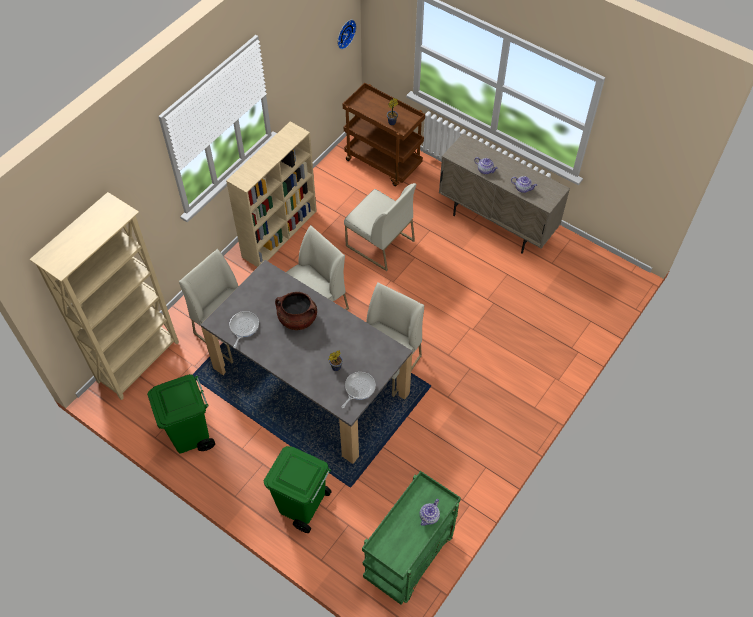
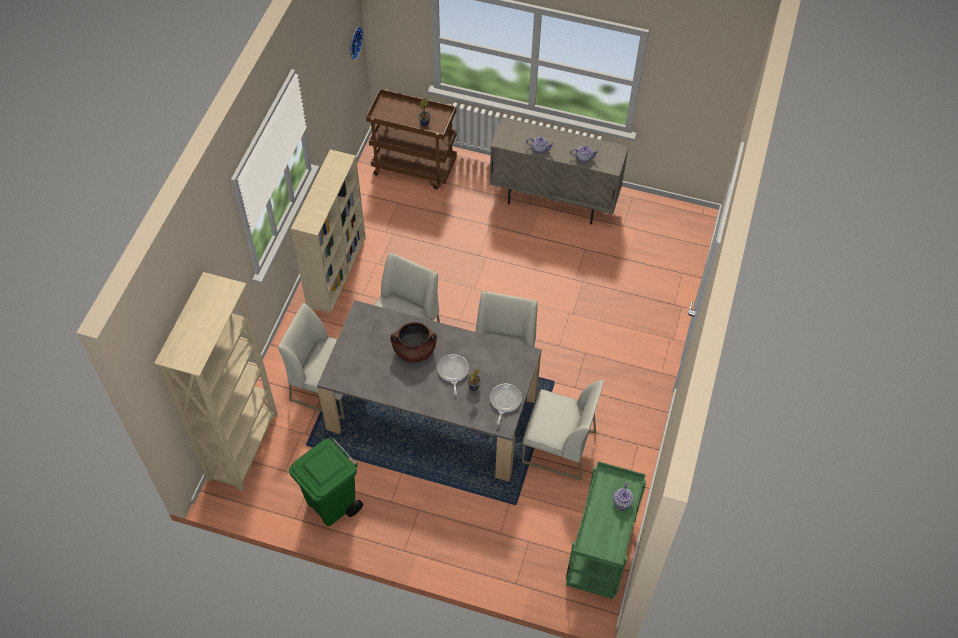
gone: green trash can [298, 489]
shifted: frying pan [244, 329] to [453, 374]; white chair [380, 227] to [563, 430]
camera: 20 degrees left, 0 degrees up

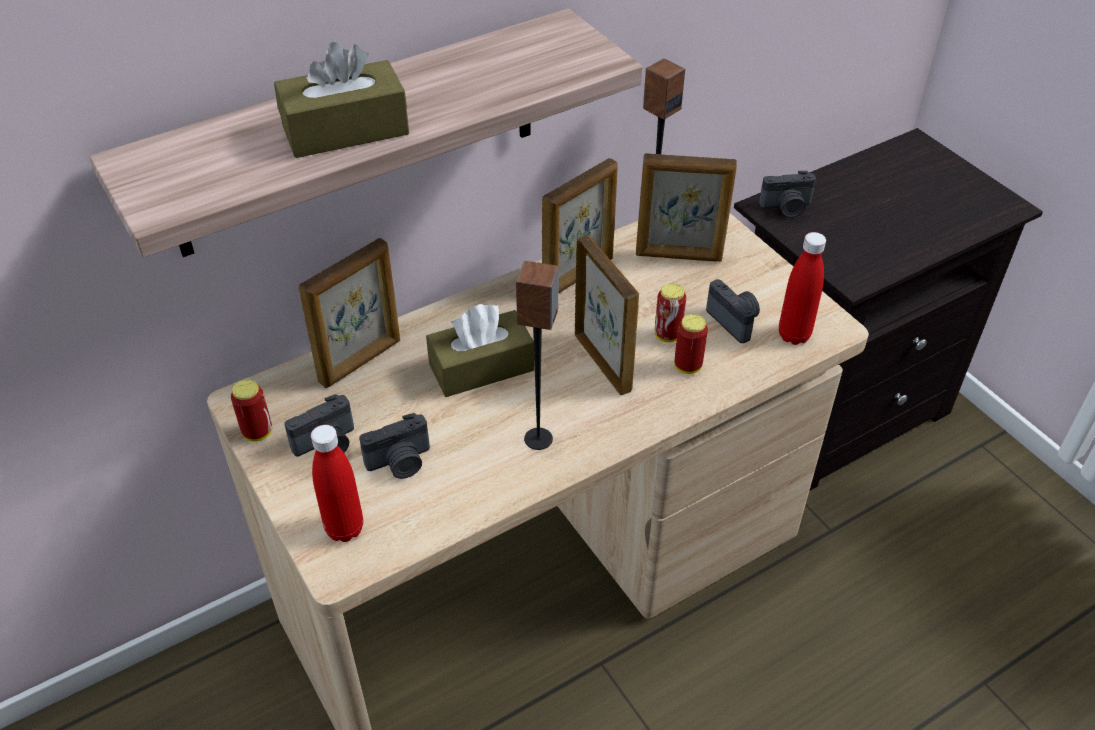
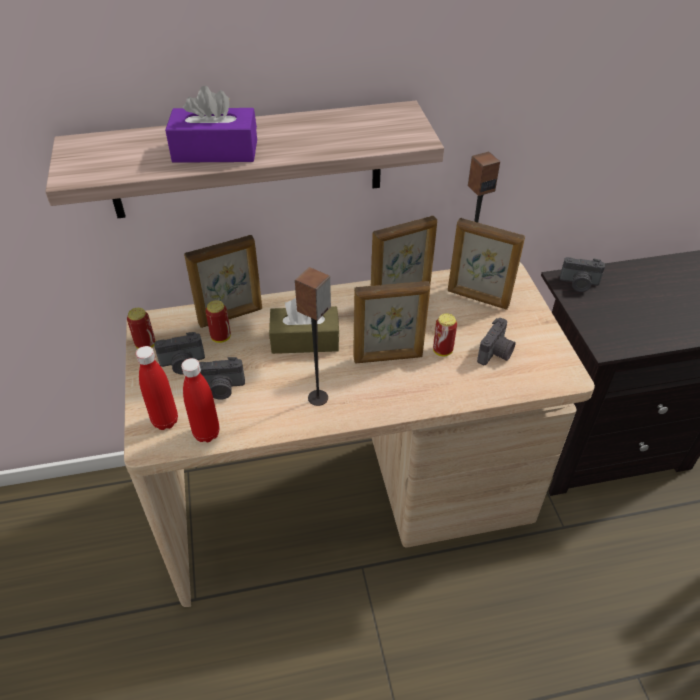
shifted: red bottle [802, 288] to [200, 400]; can [691, 344] to [218, 321]
repainted: brown tissue box [341, 100] to purple tissue box [211, 124]
rotated: picture frame [607, 315] = [391, 322] 90 degrees clockwise; photo camera [733, 311] = [496, 341] 45 degrees clockwise
camera: 20 degrees right, 0 degrees up

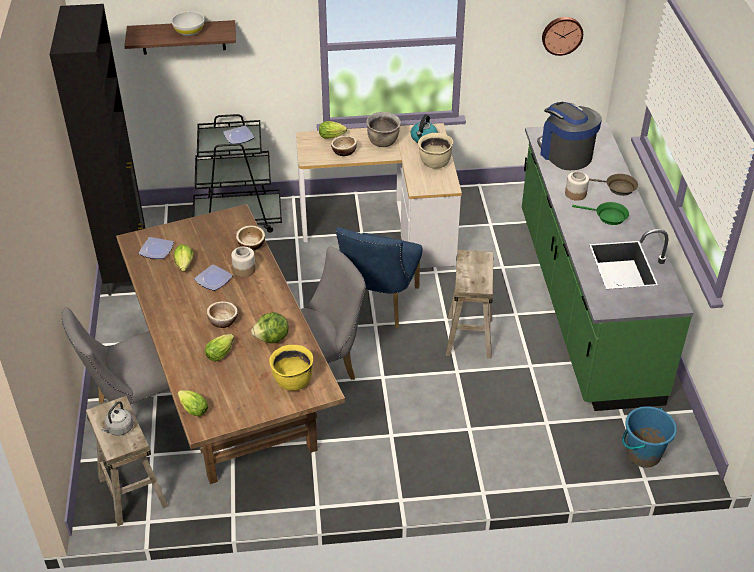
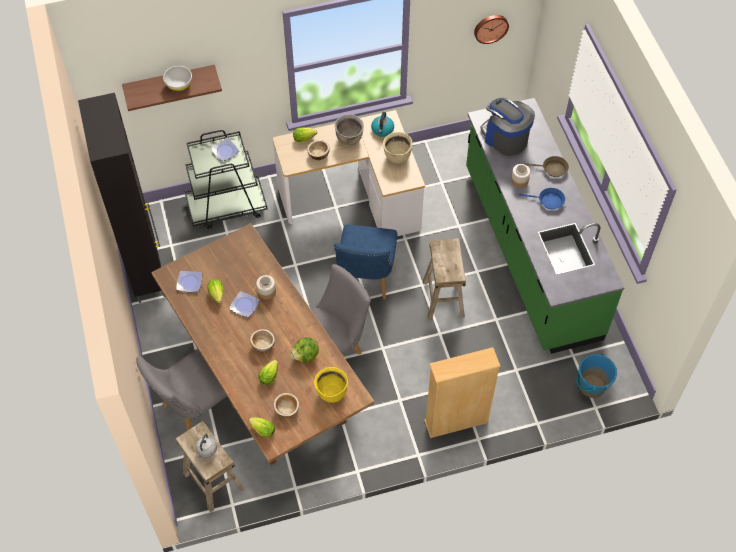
new: beige bookcase [462, 392]
shifted: bowl [250, 238] to [286, 405]
repainted: green frying pan [600, 213] to blue frying pan [542, 198]
camera: 10 degrees left, 15 degrees up

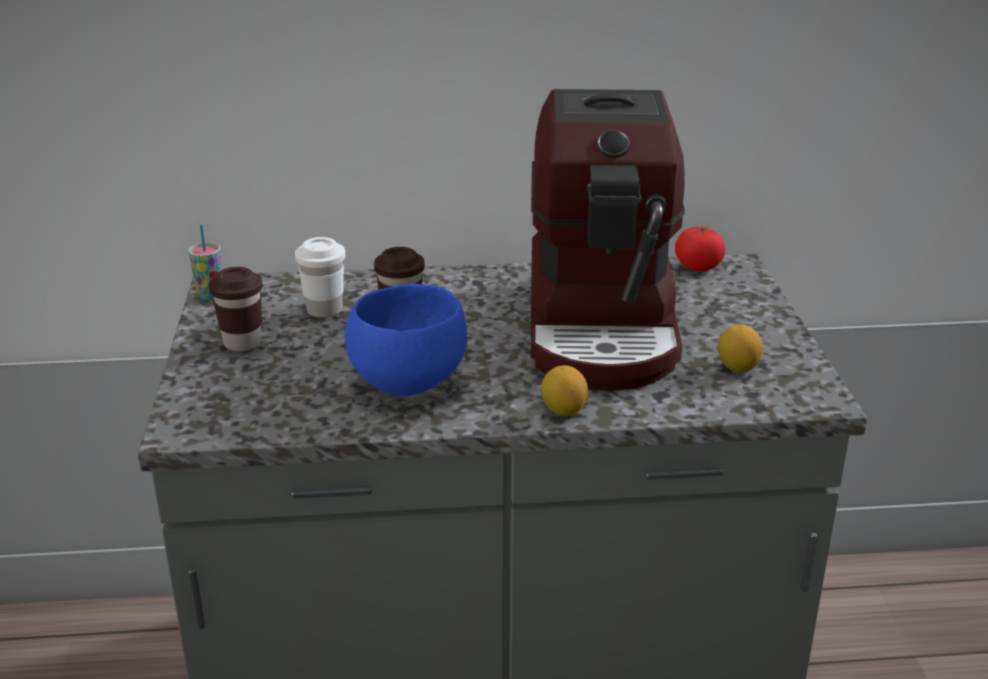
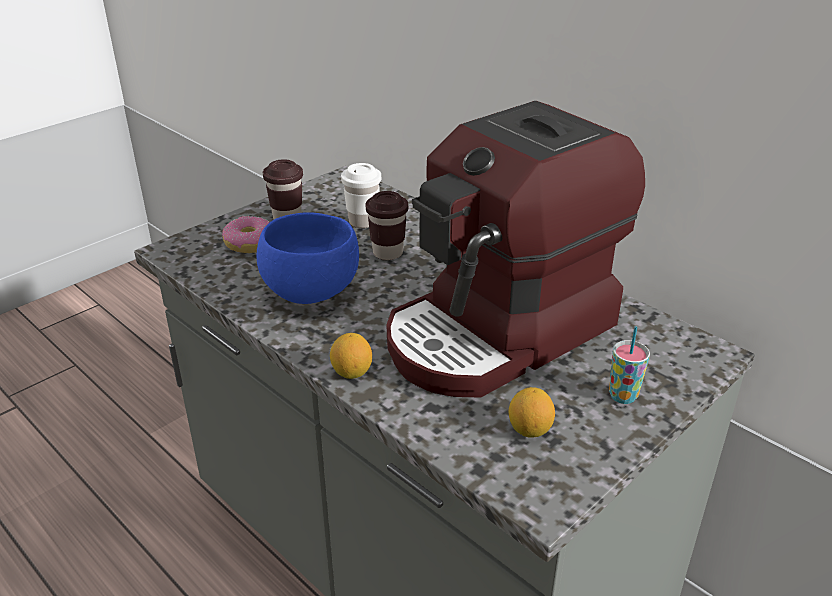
gone: tomato [700, 249]
new: donut [246, 234]
shifted: cup [205, 262] to [629, 365]
camera: 50 degrees right, 5 degrees up

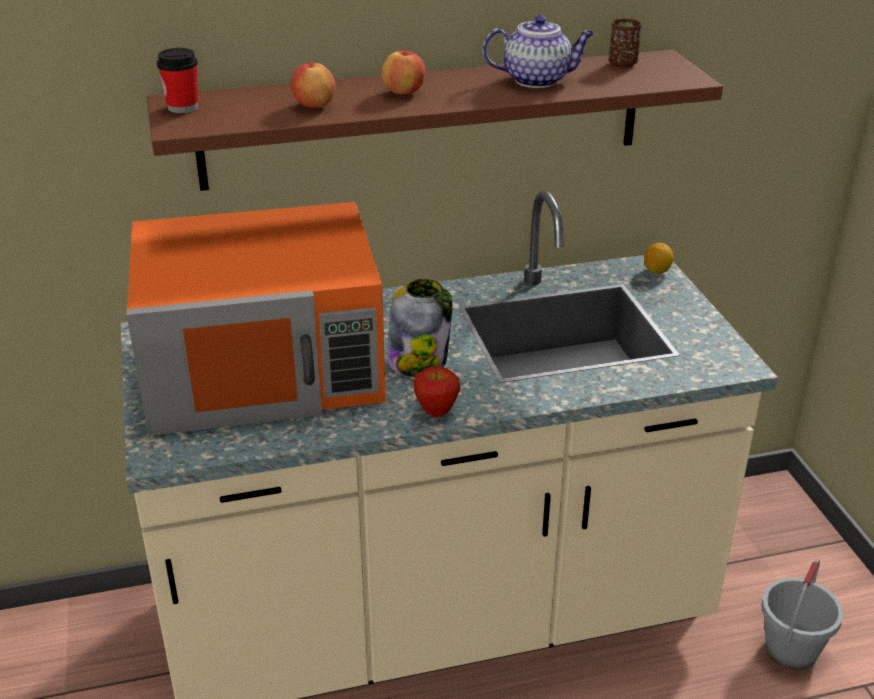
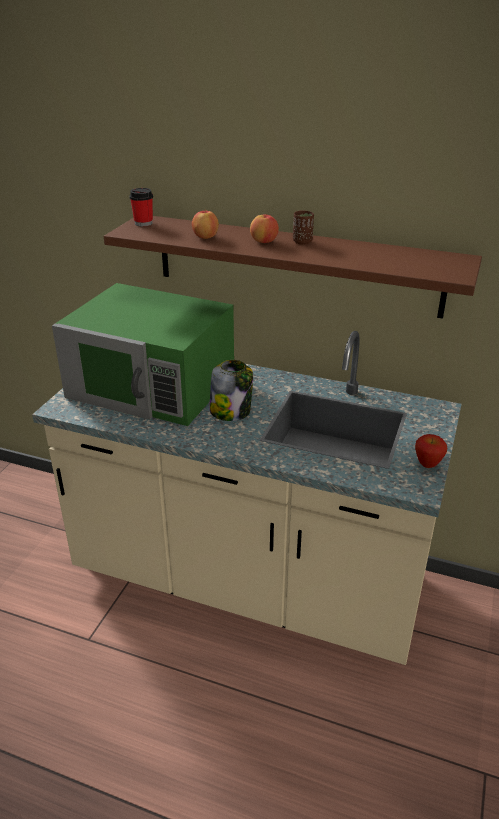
gone: teapot [539, 51]; lemon [658, 258]; grey bucket [802, 614]
shifted: brown cup [625, 42] to [303, 227]; apple [437, 391] to [431, 451]
repainted: orange microwave [256, 319] to green microwave [143, 354]
camera: 35 degrees right, 0 degrees up

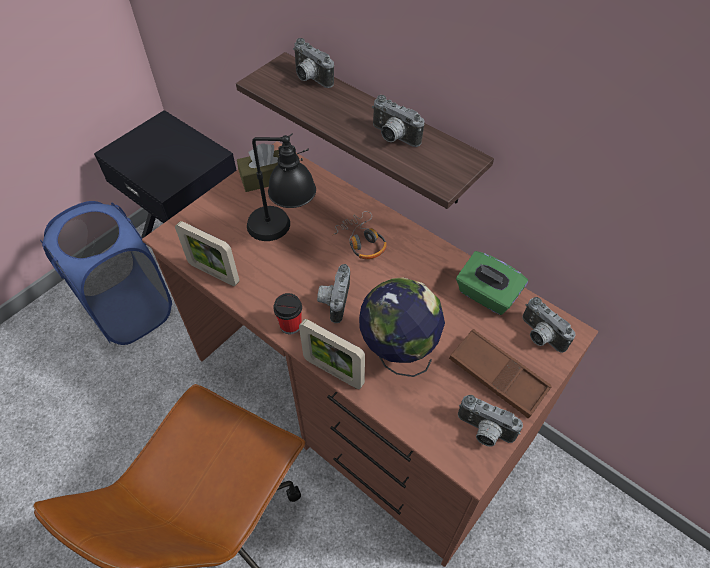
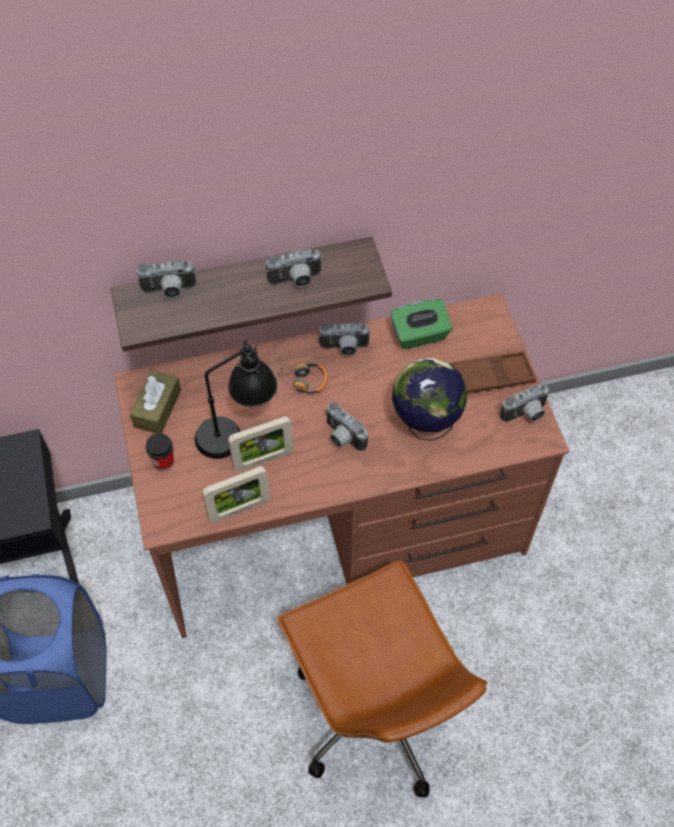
shifted: cup [287, 313] to [159, 452]; picture frame [332, 354] to [260, 444]; photo camera [549, 325] to [344, 339]
camera: 55 degrees left, 5 degrees up

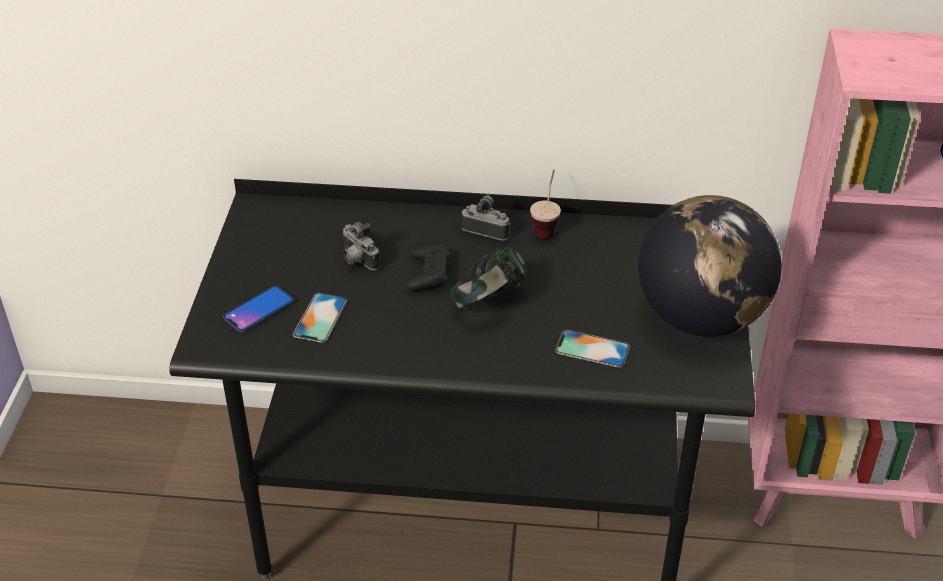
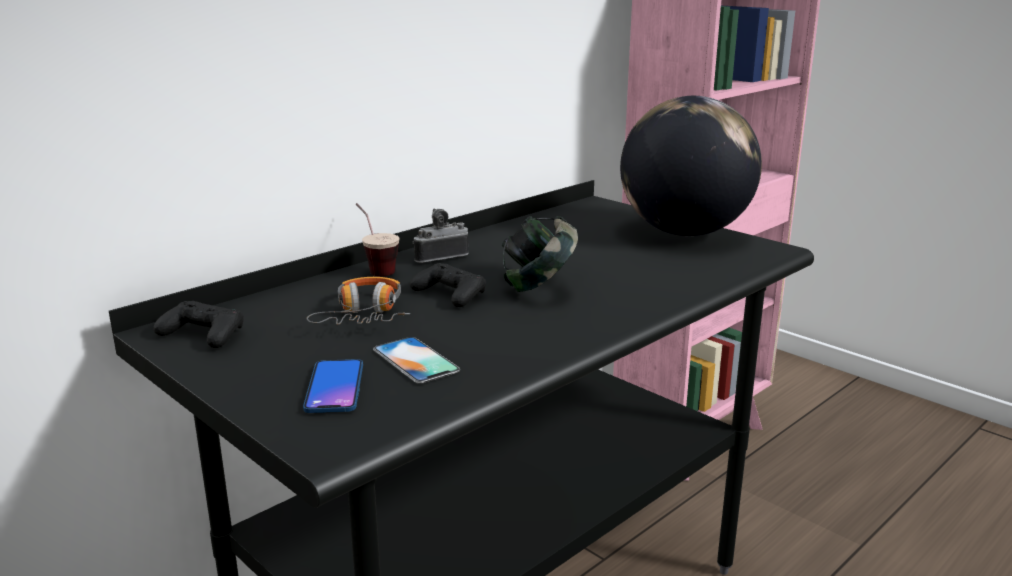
gone: phone [592, 349]
new: black game controller [198, 324]
shifted: cup [545, 204] to [377, 239]
swapped: photo camera [361, 246] to headphones [358, 301]
camera: 50 degrees left, 20 degrees down

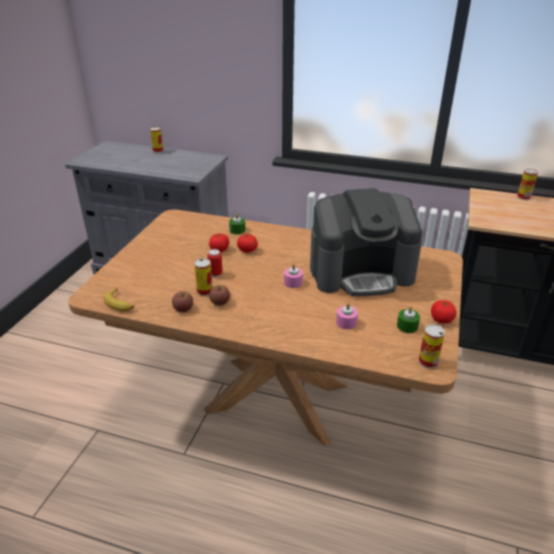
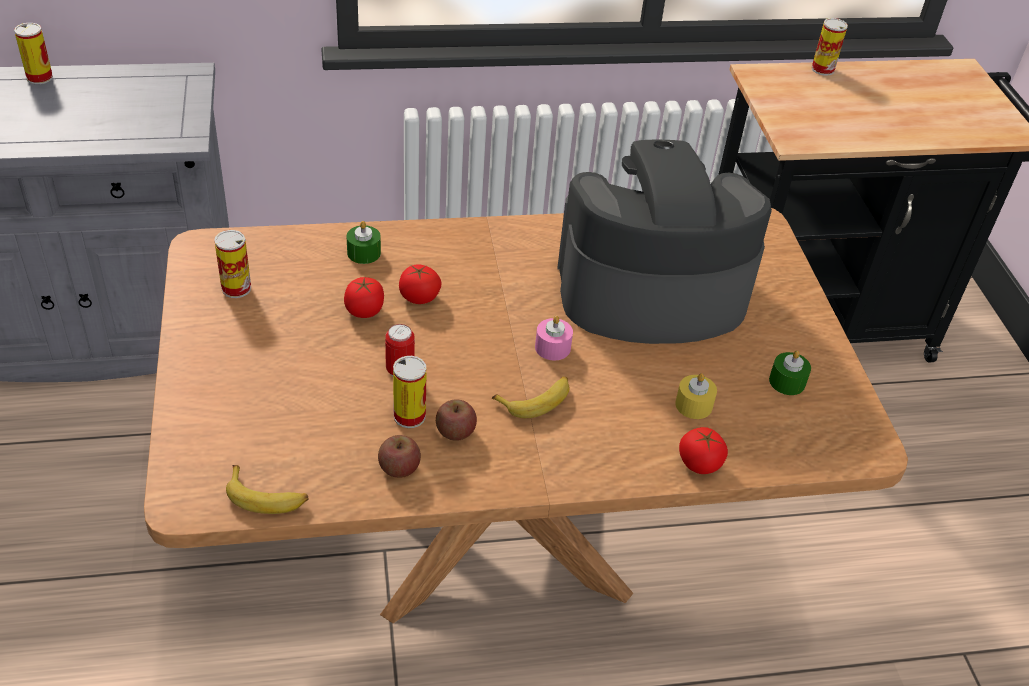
new: banana [531, 397]
shifted: can [432, 346] to [232, 264]; tomato [443, 312] to [703, 450]
repainted: pink candle [347, 316] to yellow candle [696, 396]
rotated: coffee machine [366, 242] = [664, 242] 150 degrees counterclockwise
camera: 30 degrees left, 10 degrees up

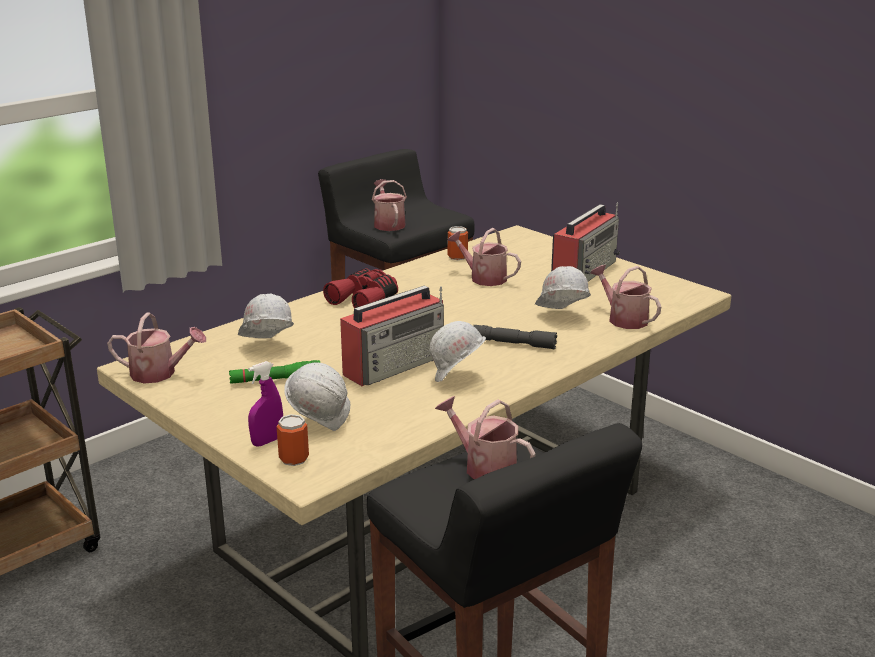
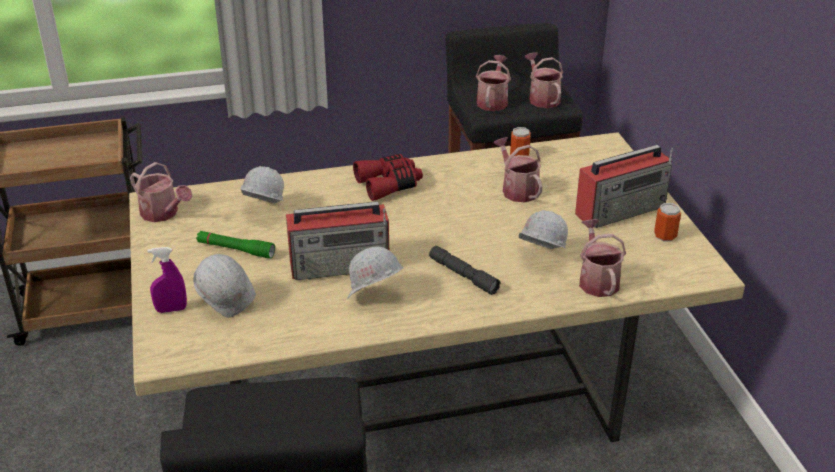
shifted: watering can [485, 438] to [543, 80]; can [293, 440] to [667, 222]
camera: 30 degrees right, 10 degrees up

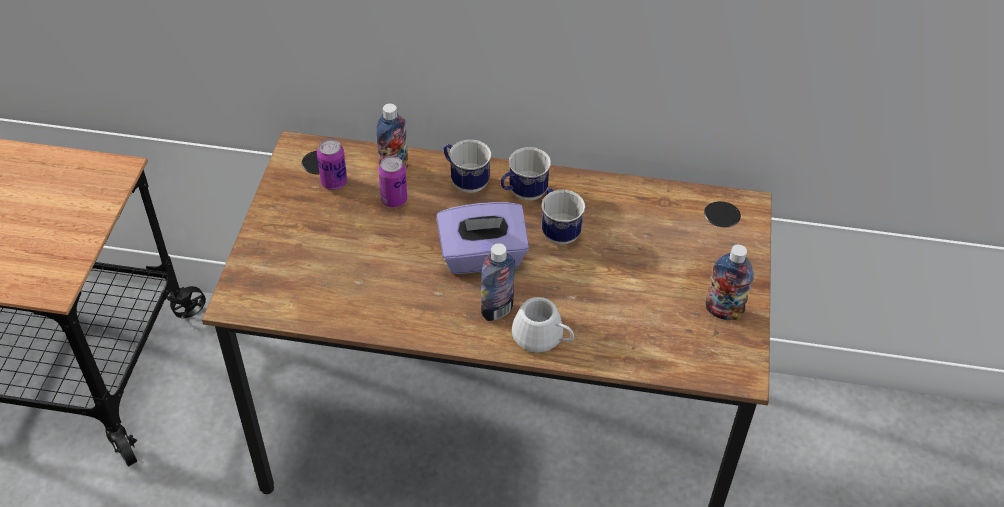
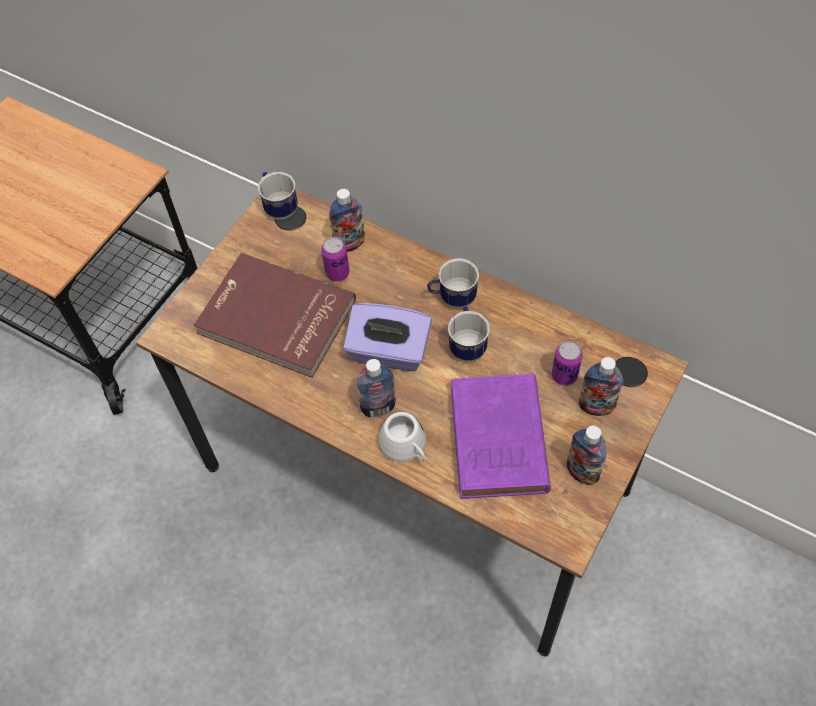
new: red book [275, 315]; purple book [501, 436]; bottle [601, 386]
shifted: mug [467, 166] to [278, 196]; can [332, 164] to [567, 363]
camera: 25 degrees right, 10 degrees up

